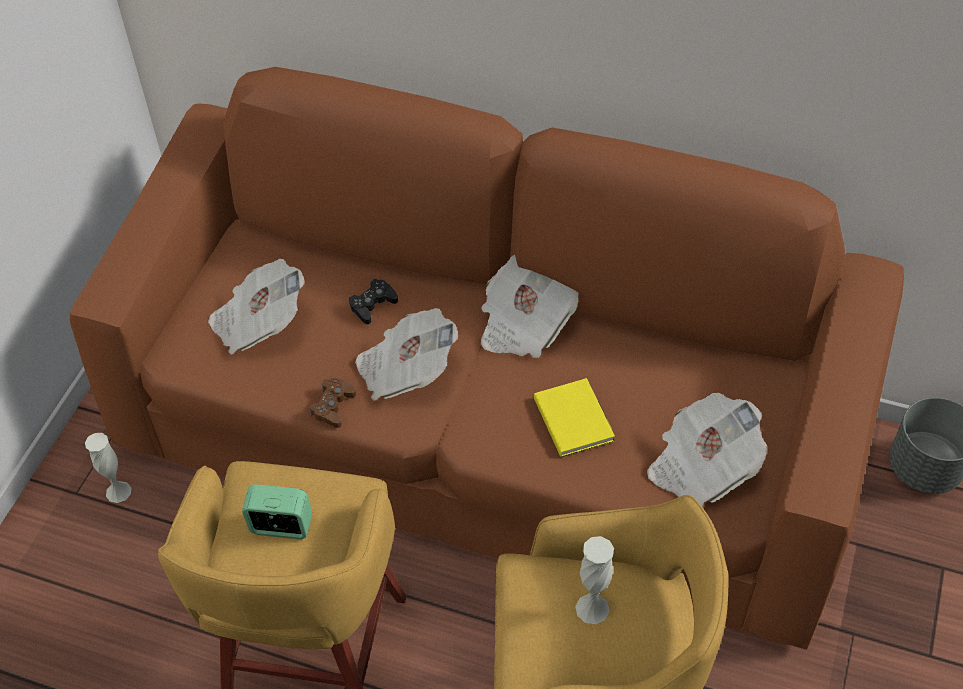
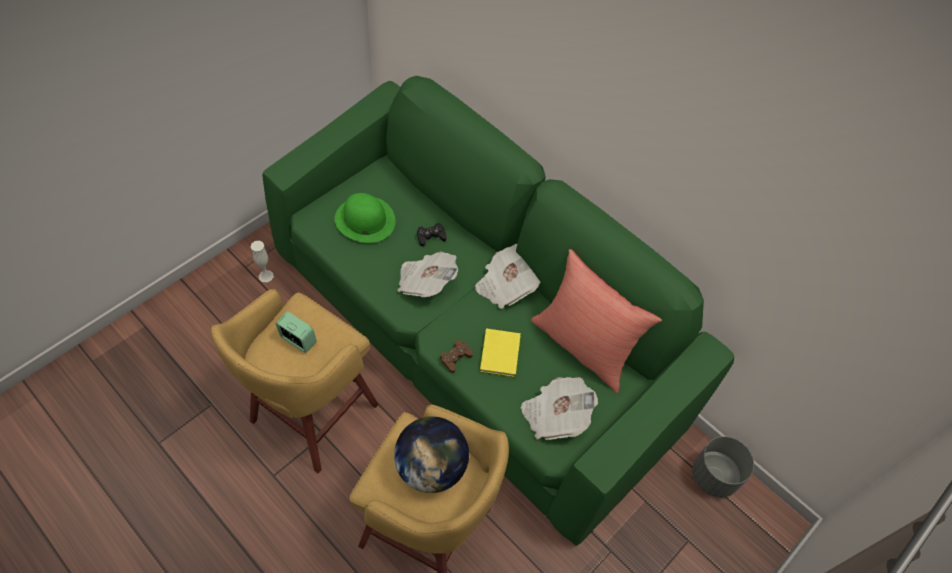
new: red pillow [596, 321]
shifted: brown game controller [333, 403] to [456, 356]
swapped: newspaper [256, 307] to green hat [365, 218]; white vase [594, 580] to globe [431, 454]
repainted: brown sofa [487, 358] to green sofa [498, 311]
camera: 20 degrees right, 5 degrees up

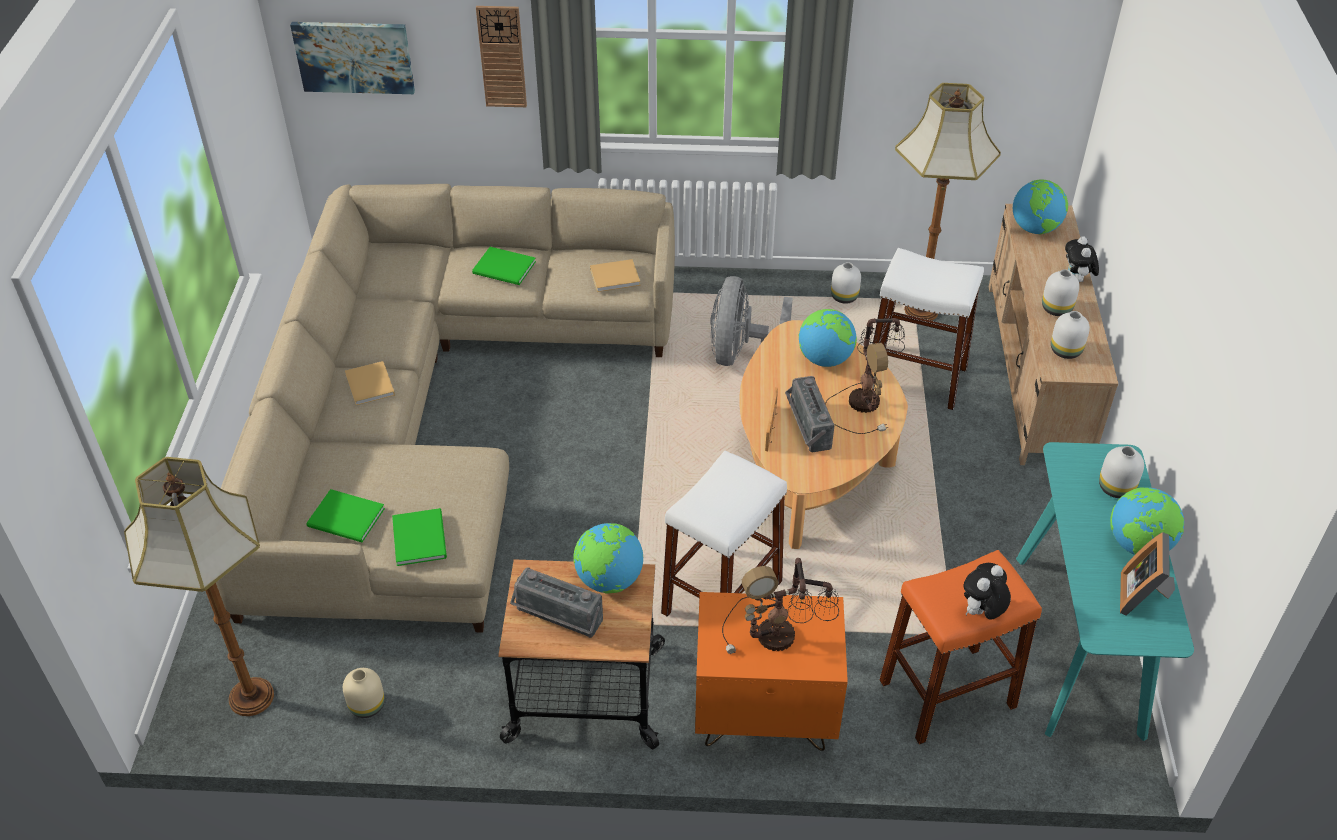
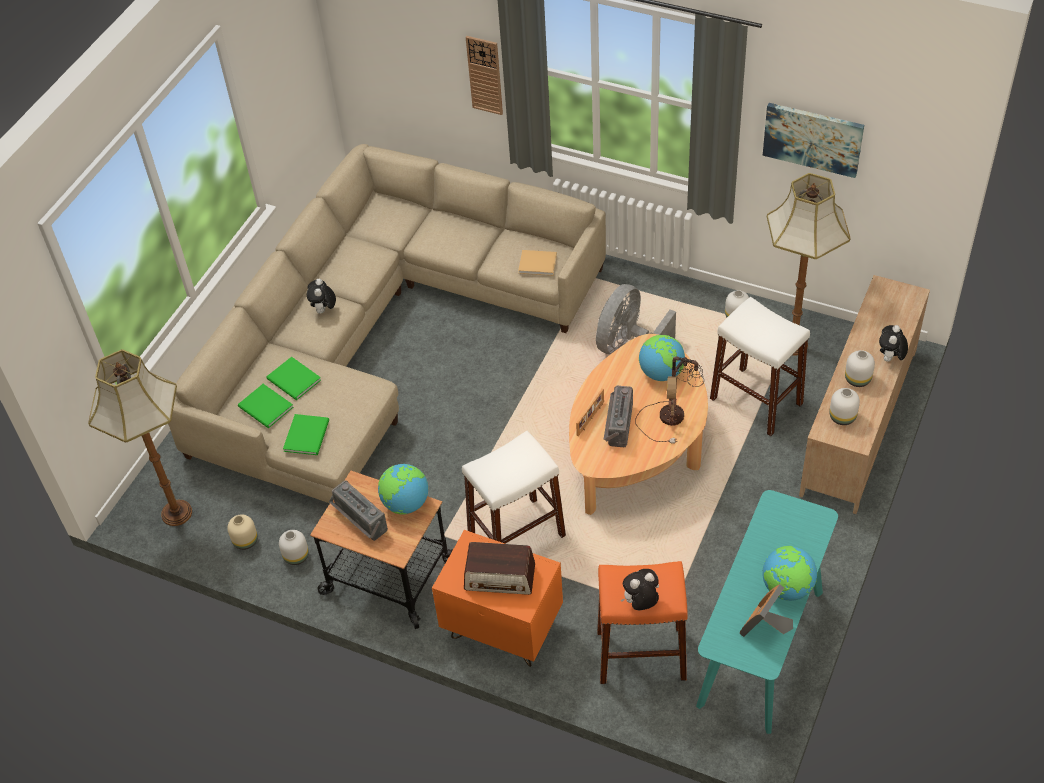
gone: globe [1040, 207]
shifted: green book [504, 266] to [293, 378]; white vase [1121, 472] to [294, 547]; picture [352, 58] to [813, 140]
swapped: beige book [370, 383] to plush toy [321, 296]; table lamp [780, 606] to radio [499, 568]
camera: 25 degrees right, 5 degrees up

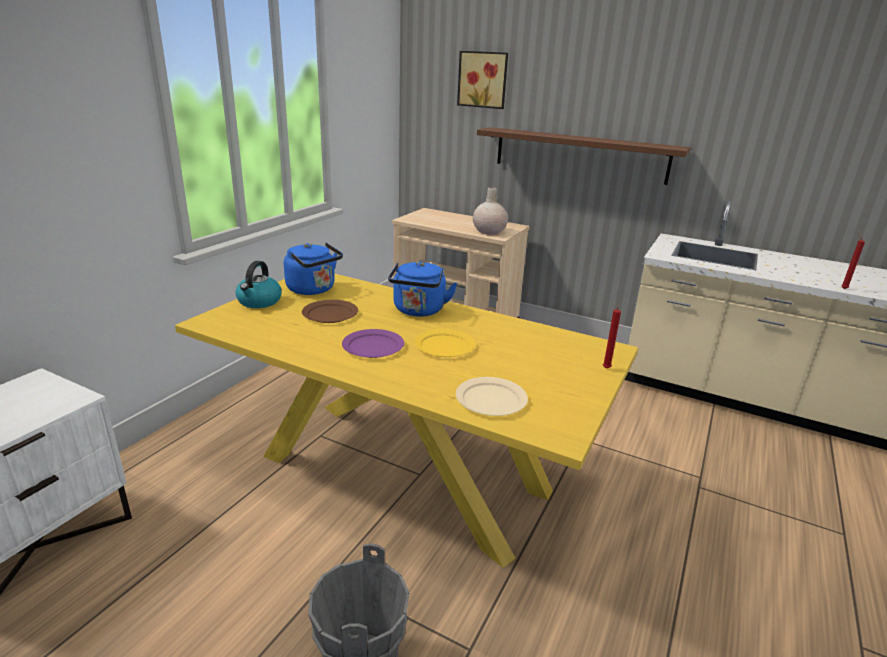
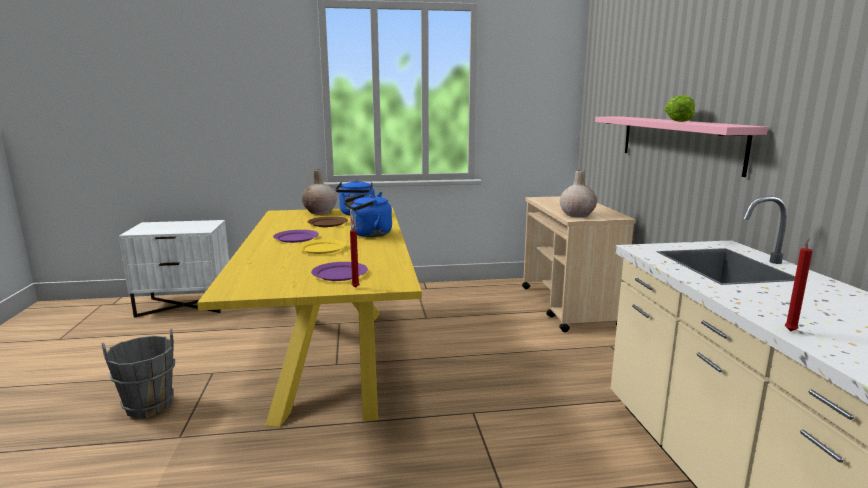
gone: beige plate [492, 396]; picture [482, 80]
new: purple plate [339, 271]; lettuce [679, 108]
swapped: kettle [258, 284] to beige vase [319, 191]
repainted: brown shelf [584, 156] to pink shelf [681, 147]
camera: 55 degrees right, 10 degrees down

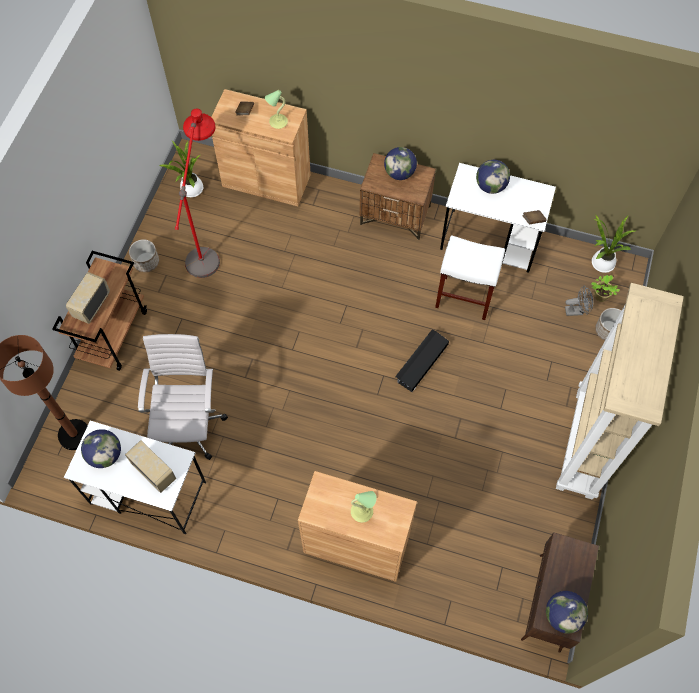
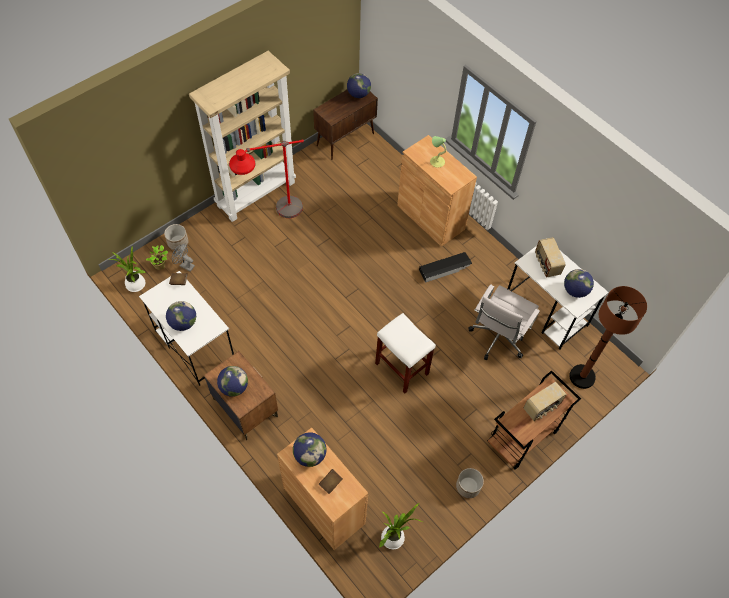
shifted: red floor lamp [197, 193] to [266, 178]; white stool [470, 277] to [405, 353]; black storage box [422, 361] to [445, 267]
swapped: table lamp [276, 109] to globe [310, 449]
camera: 150 degrees left, 5 degrees down

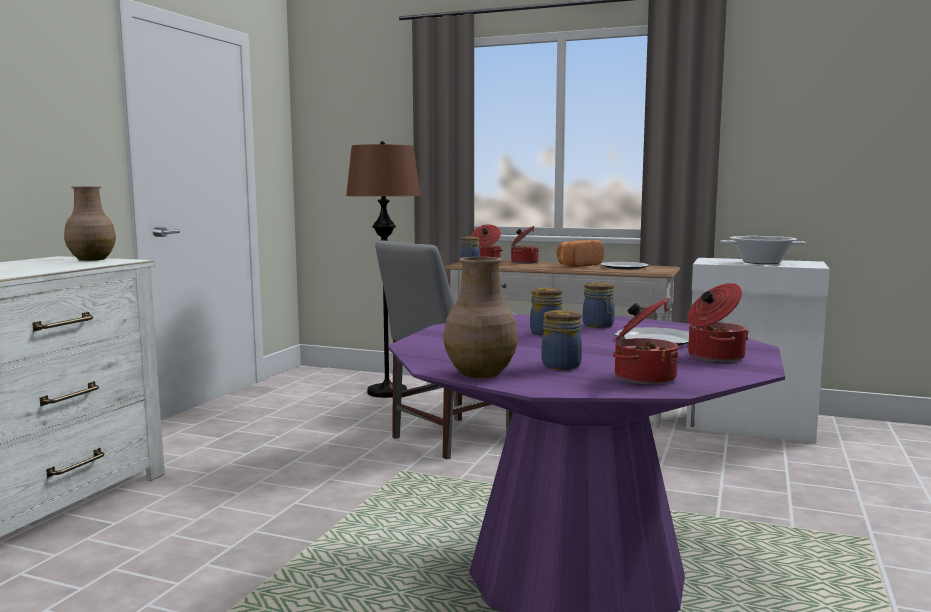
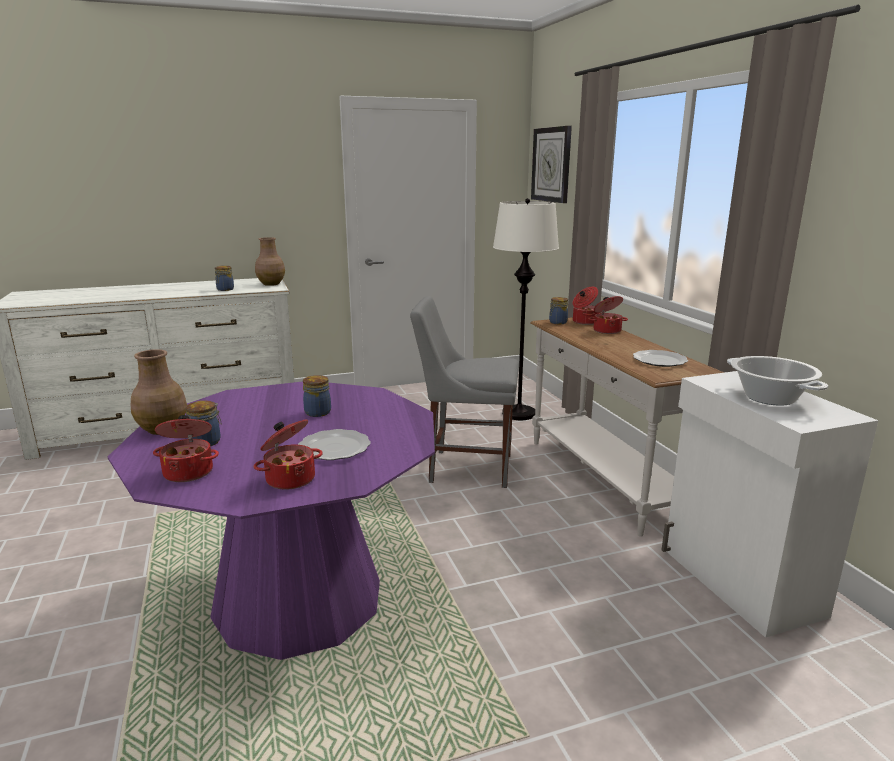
gone: bread [580, 253]
new: wall clock [551, 164]
shifted: jar [599, 305] to [224, 278]
repainted: brown floor lamp [383, 269] to white floor lamp [526, 309]
camera: 50 degrees right, 10 degrees up

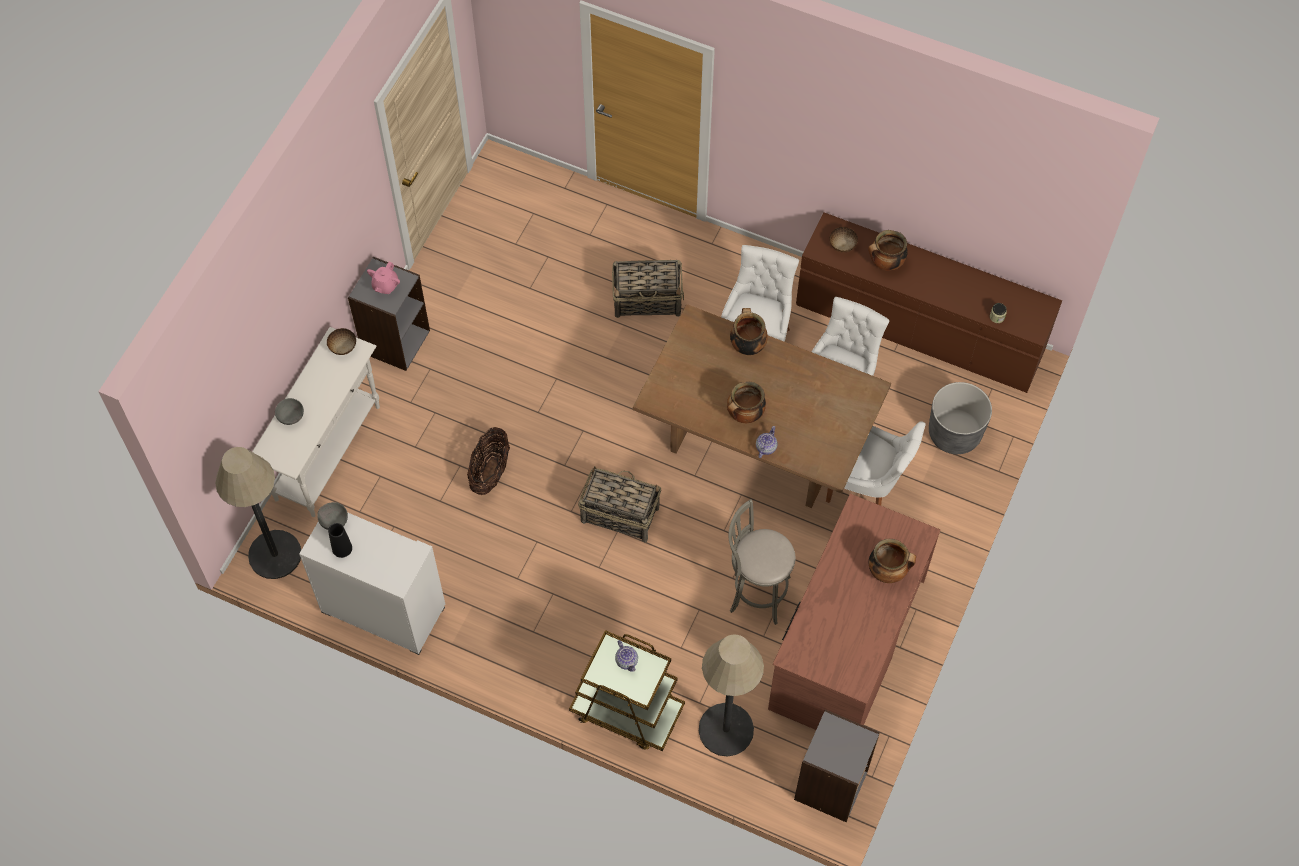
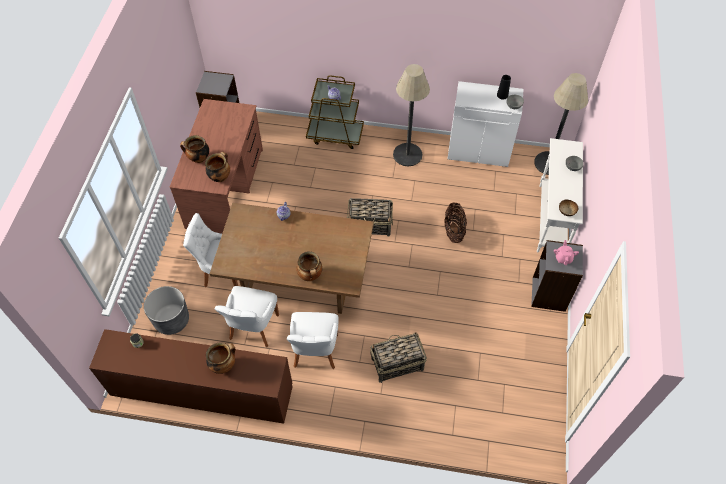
gone: grey stool [762, 562]; bowl [843, 239]
shifted: cooking pot [746, 402] to [217, 167]; floor lamp [731, 695] to [411, 115]
camera: 165 degrees right, 5 degrees down

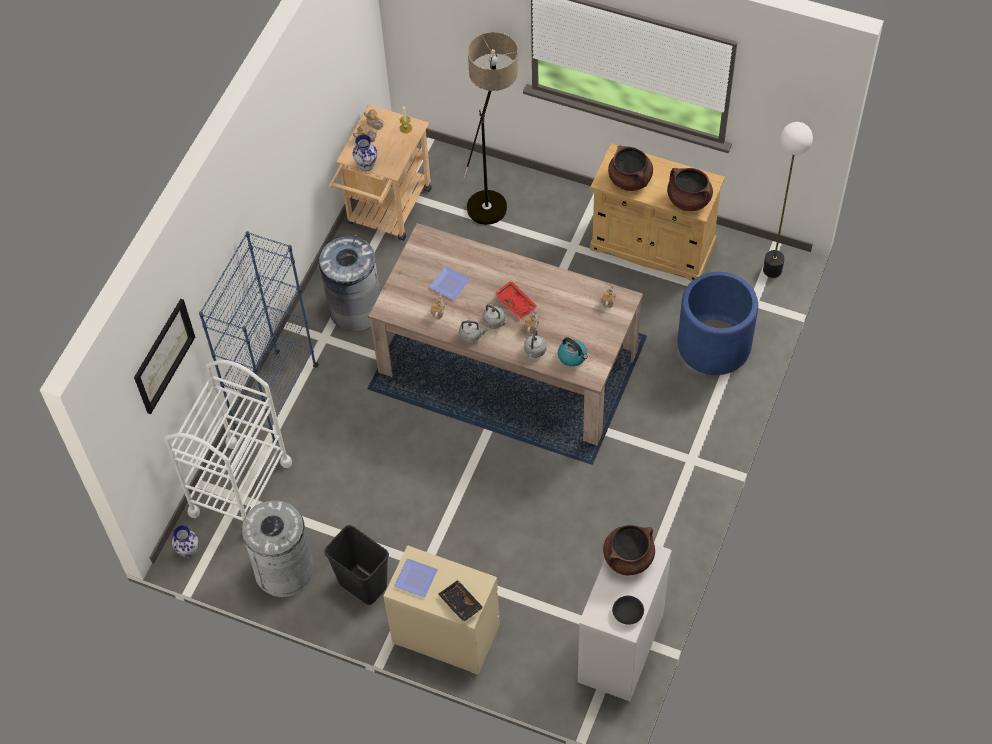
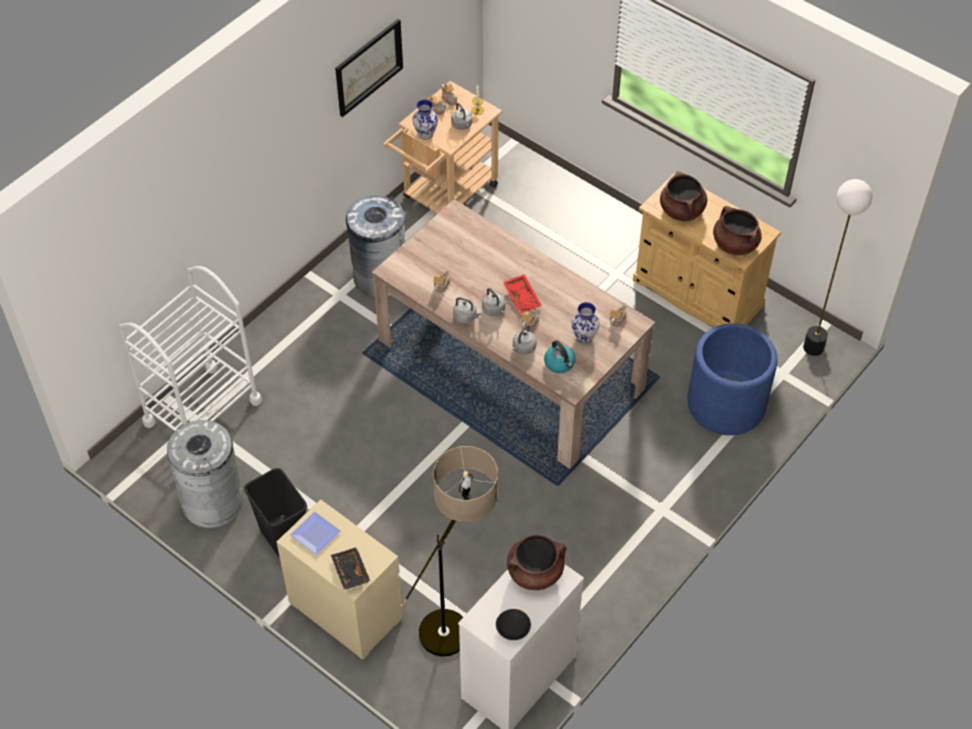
gone: blue bookcase [258, 337]; plate [449, 283]
new: grey kettle [461, 116]
shifted: picture [164, 356] to [369, 68]; floor lamp [491, 128] to [448, 551]; vase [185, 541] to [585, 322]
camera: 15 degrees right, 5 degrees down

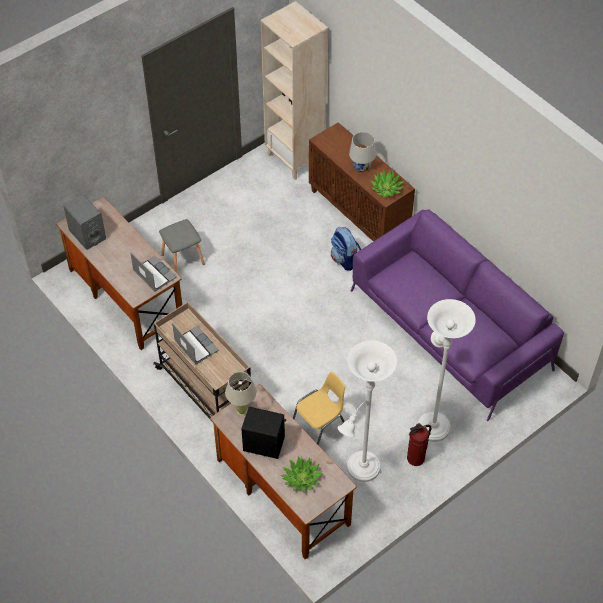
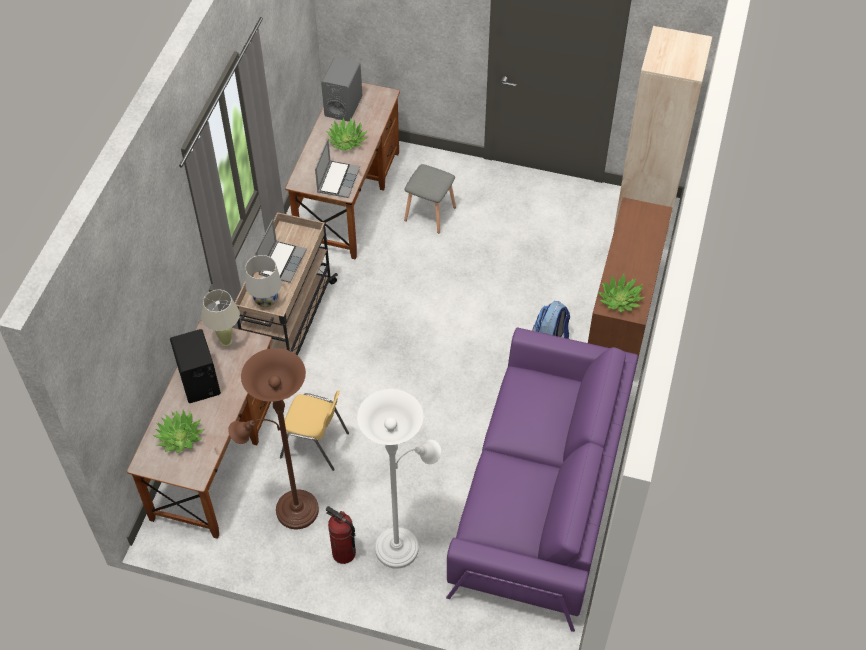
new: potted plant [347, 134]
shifted: white table lamp [362, 152] to [263, 281]
repainted: white floor lamp [367, 411] to brown floor lamp [273, 438]
camera: 55 degrees right, 0 degrees up

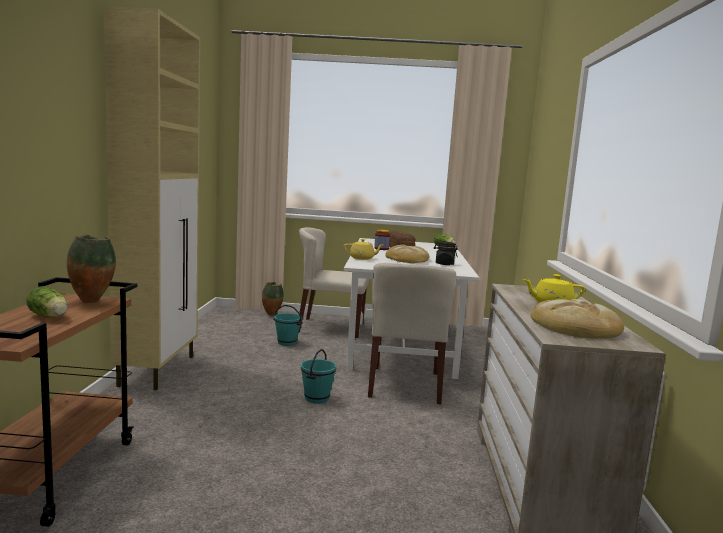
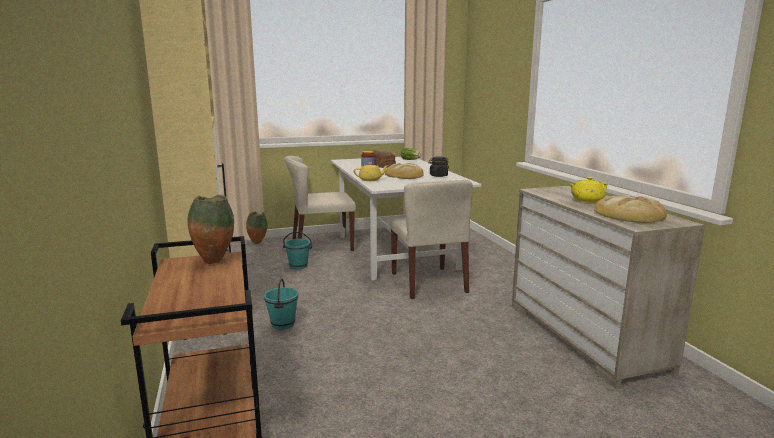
gone: lettuce [47, 301]
shifted: turquoise bucket [318, 376] to [281, 304]
camera: 20 degrees left, 5 degrees up

